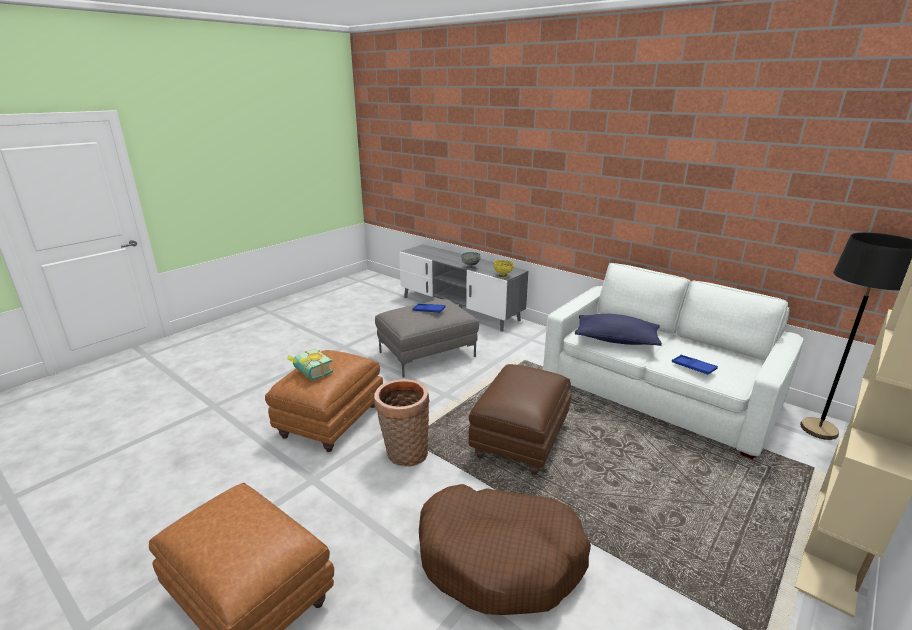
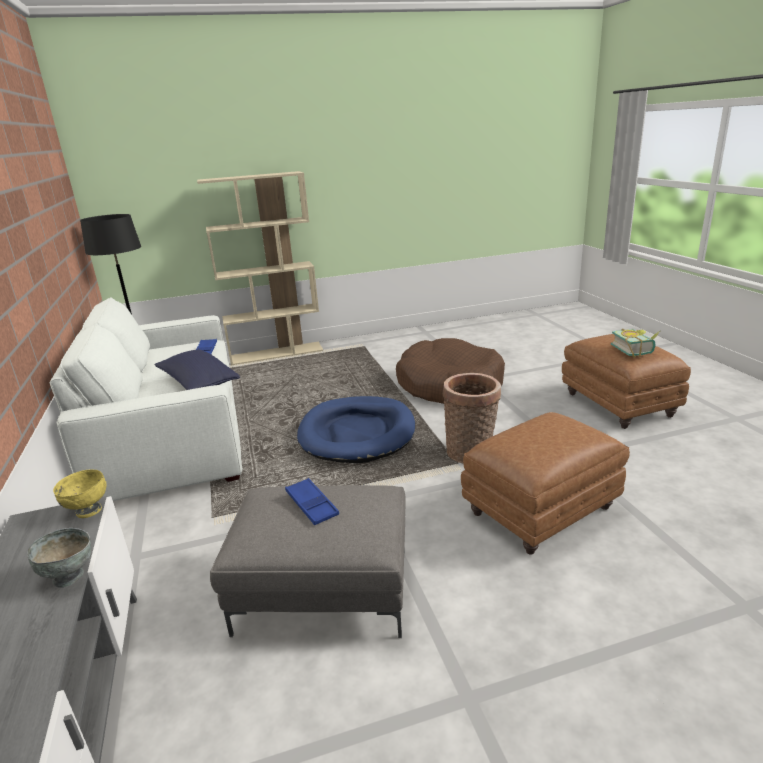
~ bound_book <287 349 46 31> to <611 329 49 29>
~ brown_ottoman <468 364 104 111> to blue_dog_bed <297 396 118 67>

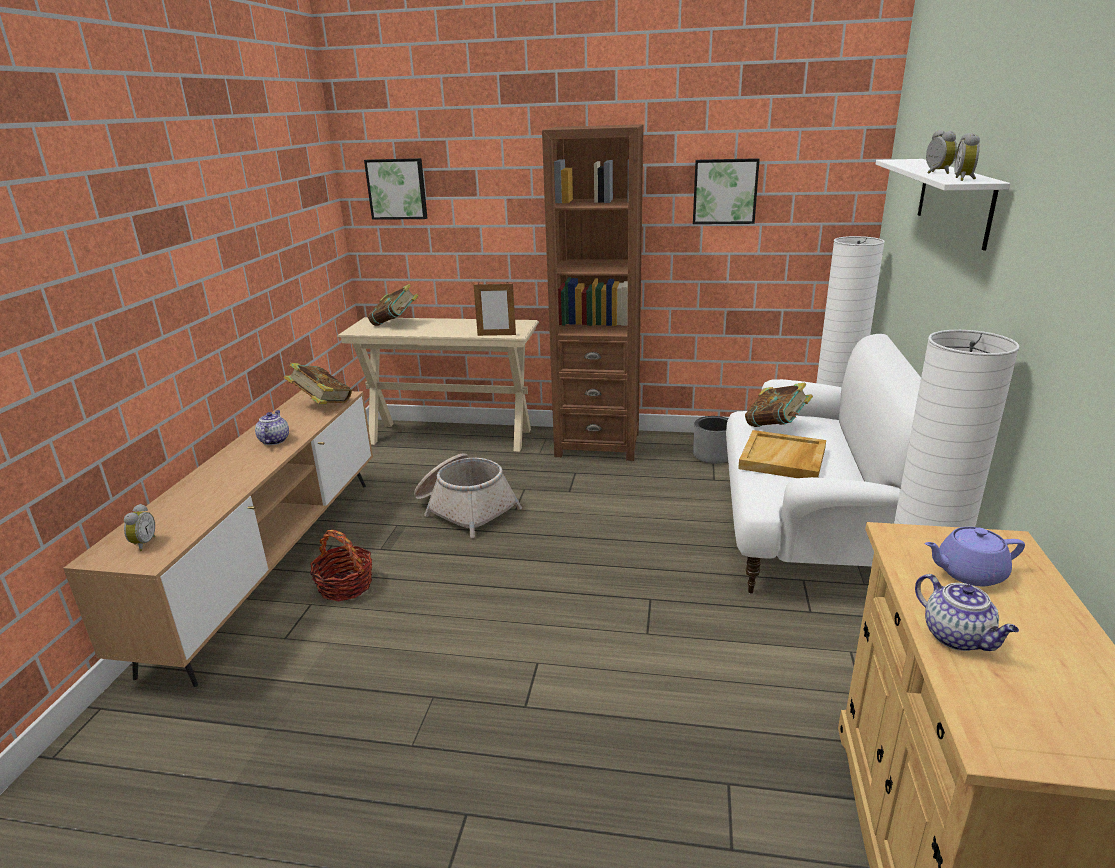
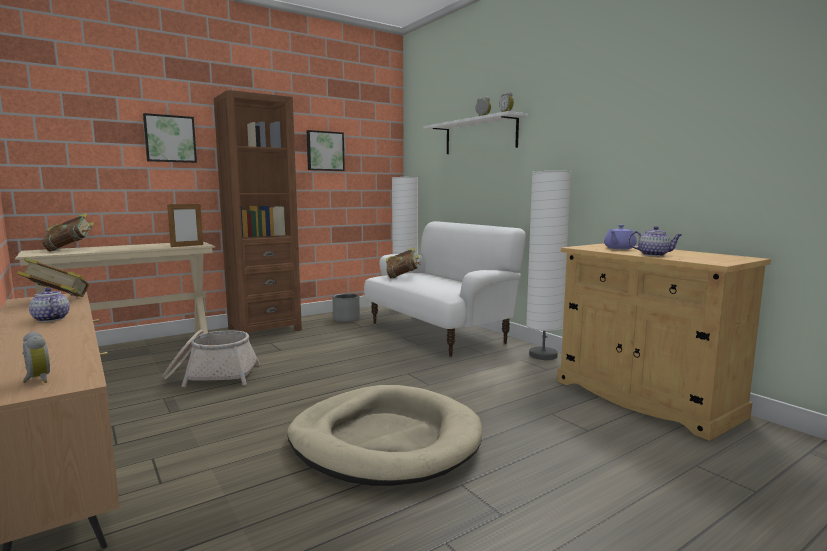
- household_basket <310 530 63 71>
- beige_carrying_tray <738 430 88 48>
+ beige_dog_bed <287 385 195 101>
~ wall_art <364 158 63 62> to <143 113 54 50>

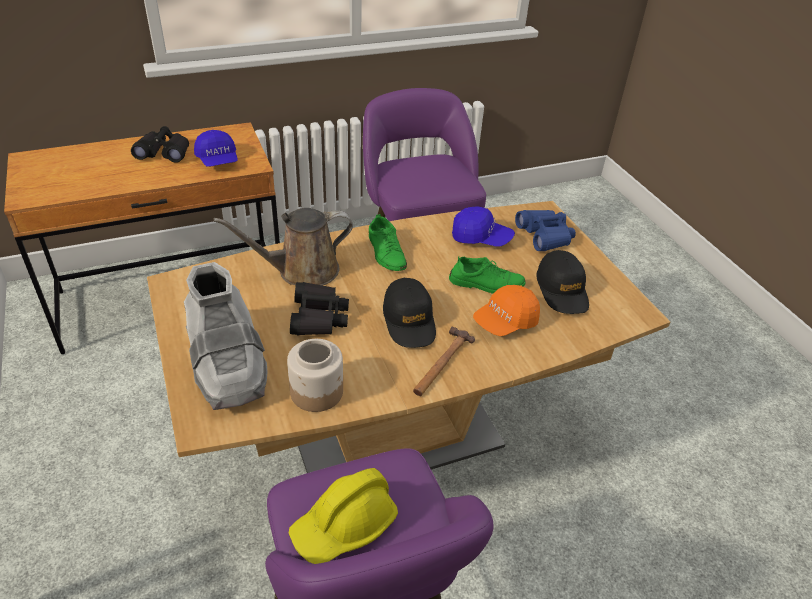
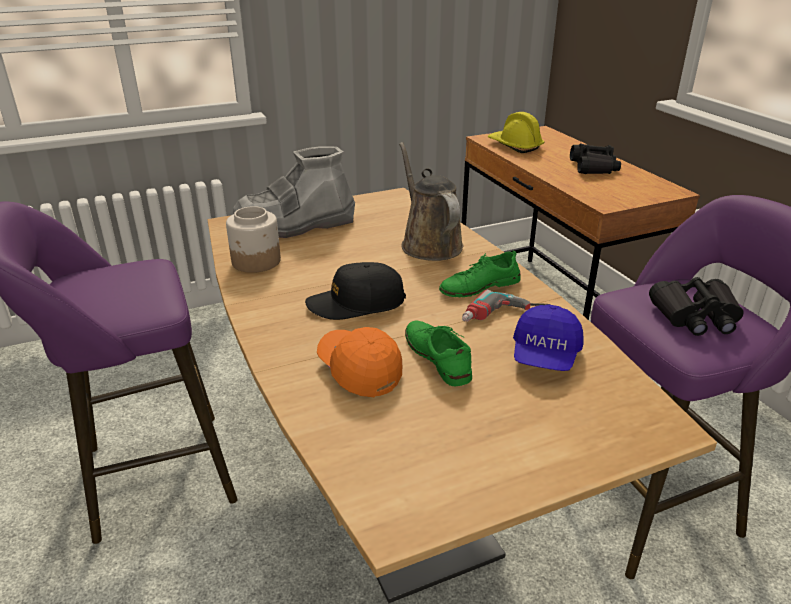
- blue_peaked_cap <194 130 44 36>
- tool_hammer <413 326 62 70>
- blue_pair_of_binoculars <515 210 61 41>
- black-coloured_peaked_cap <536 250 53 64>
+ drill <462 289 89 33>
~ yellowish_hard_hat <289 468 109 96> to <488 112 57 41>
~ black-coloured_pair_of_binoculars <290 282 59 54> to <649 277 95 59>
~ greenish_shoe <449 257 77 36> = <405 321 67 65> 150 degrees clockwise

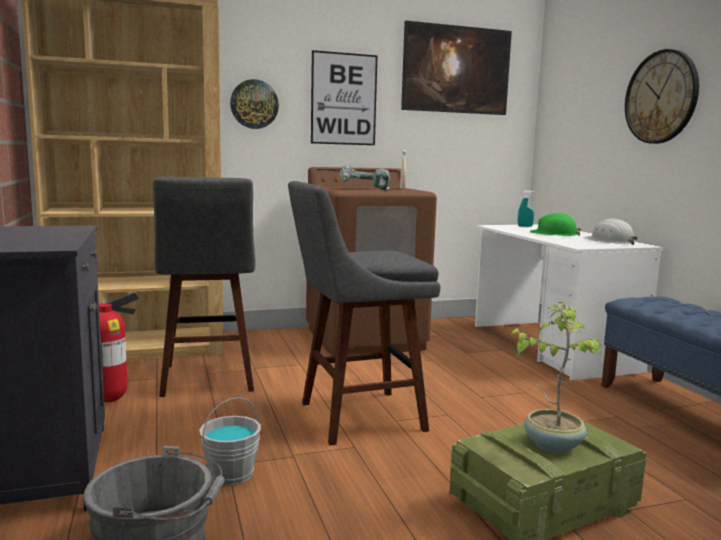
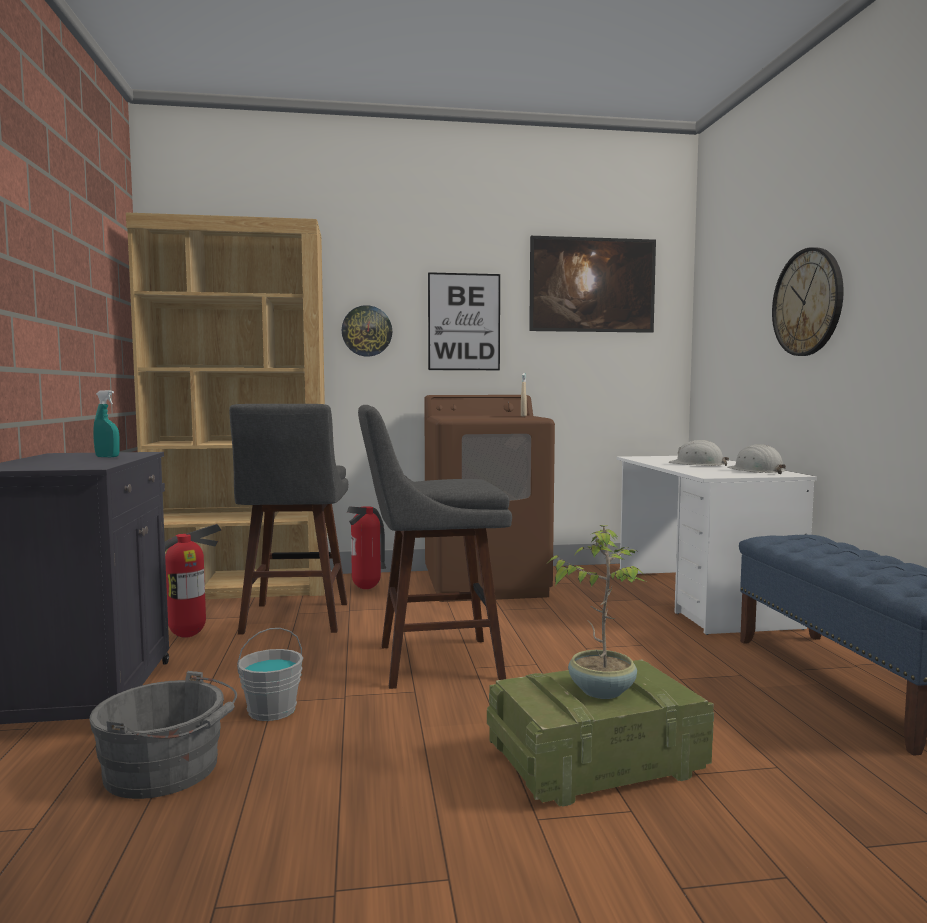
- drill <340 165 50 25>
+ fire_extinguisher <347 506 39 83>
~ turquoise_spray_bottle <518 191 16 36> to <93 390 27 67>
~ greenish_hard_hat <530 213 51 23> to white_hard_hat <668 440 61 26>

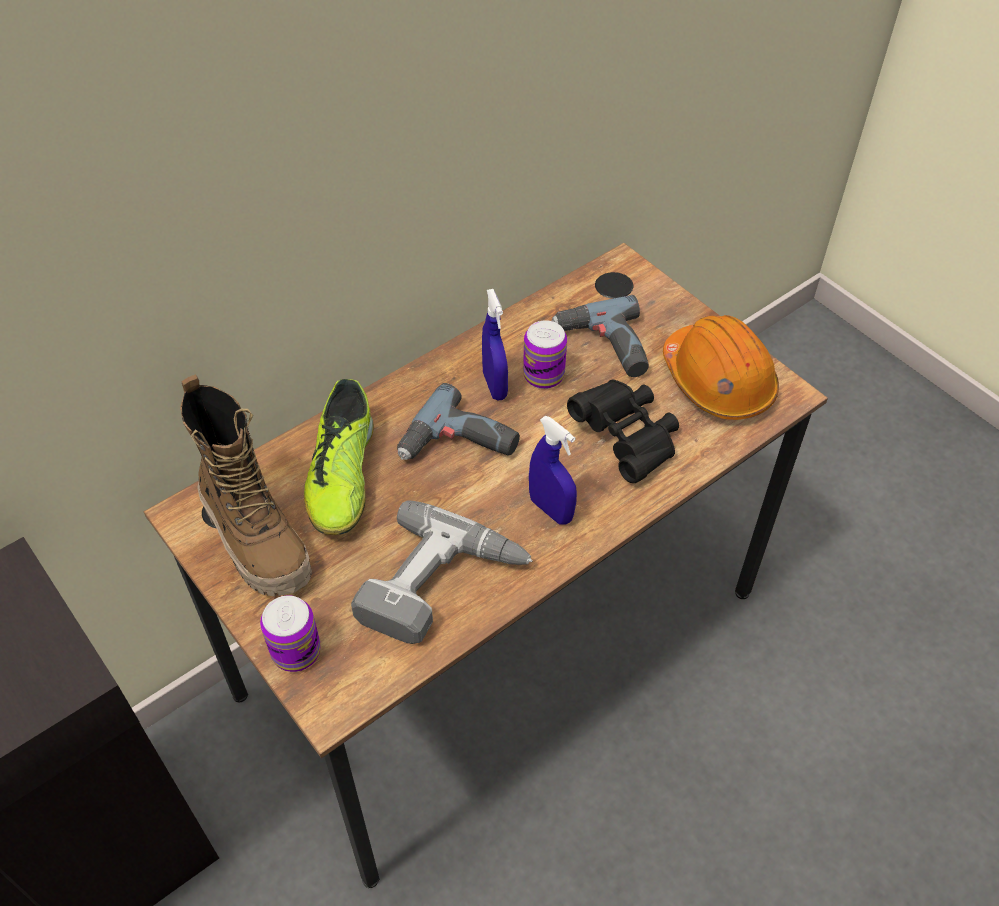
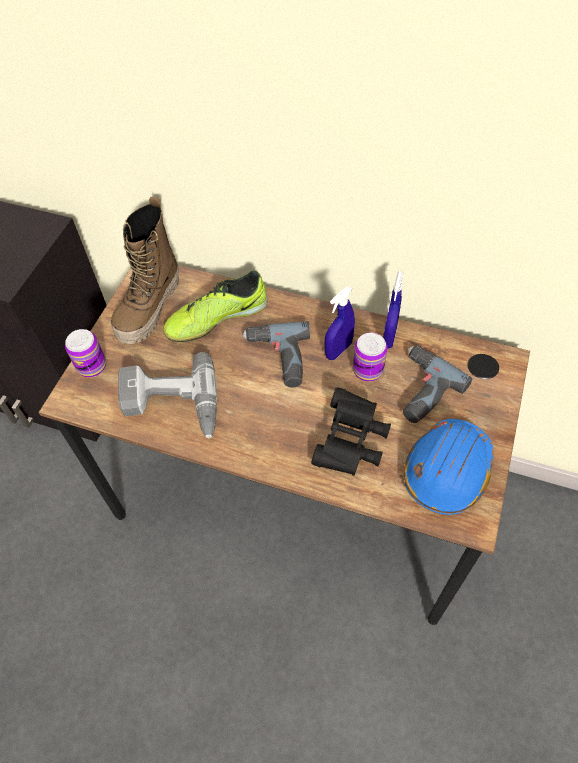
~ blue_spray_bottle <529 416 48 109> to <383 271 20 78>
~ orange_hard_hat <663 315 116 105> to blue_hard_hat <404 419 90 96>

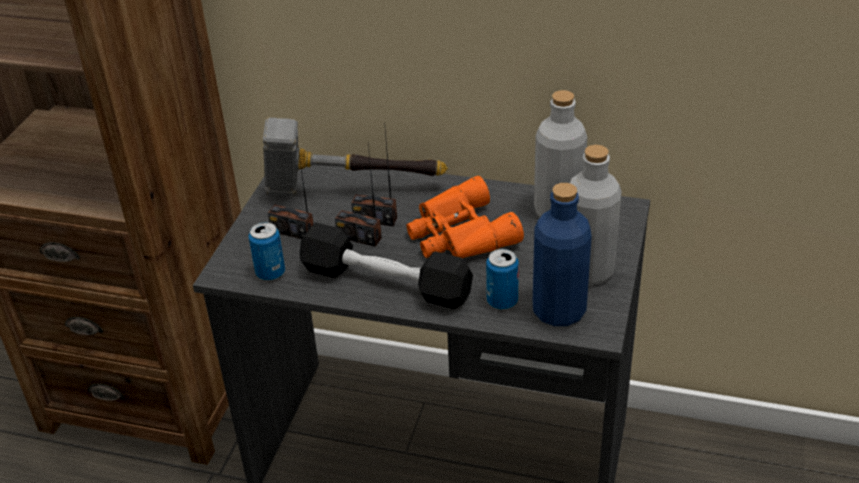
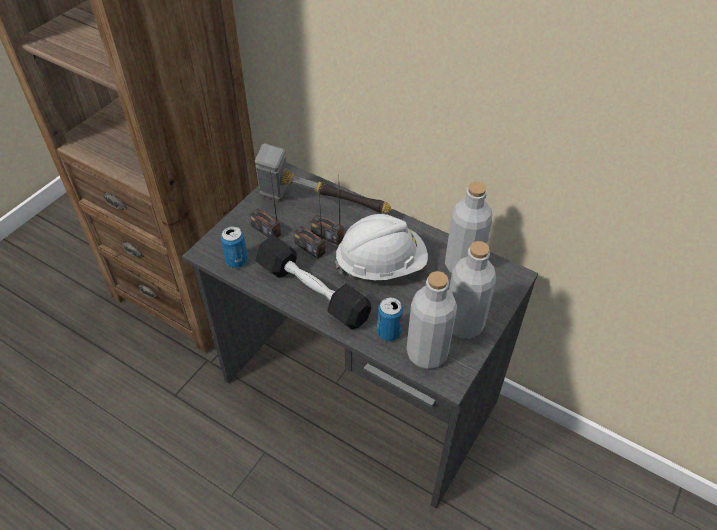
~ orange_pair_of_binoculars <406 176 118 82> to white_hard_hat <335 214 93 66>
~ blue_beverage_bottle <533 183 59 143> to gray_beverage_bottle <407 271 50 98>

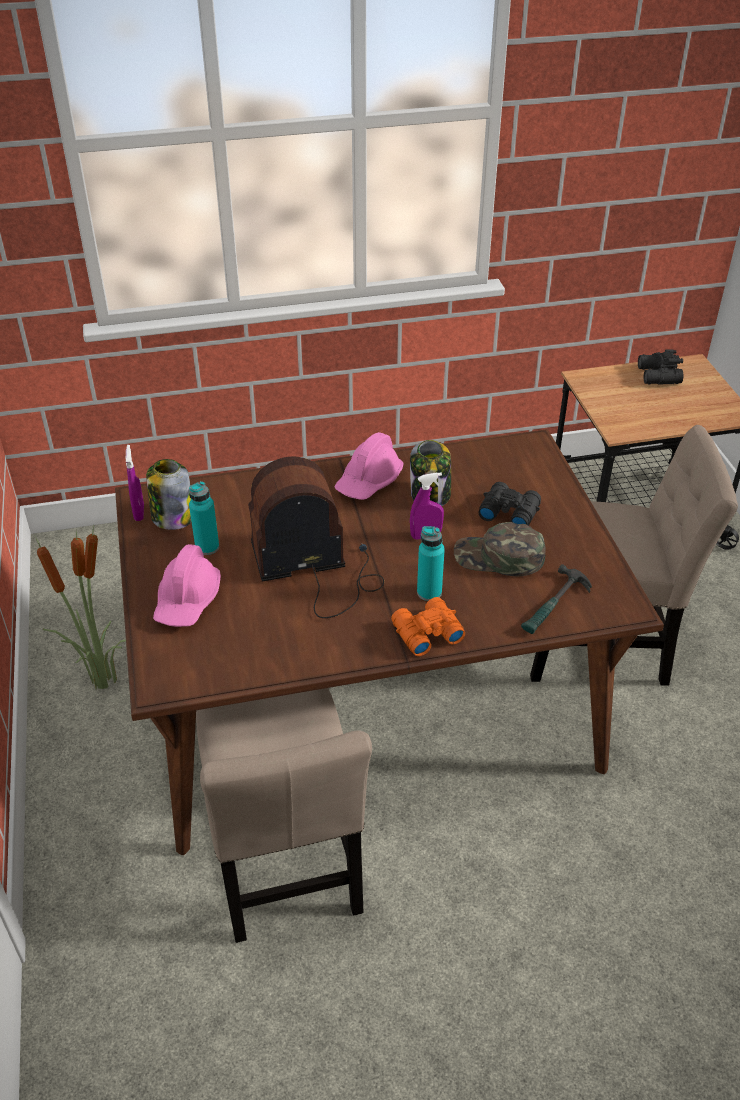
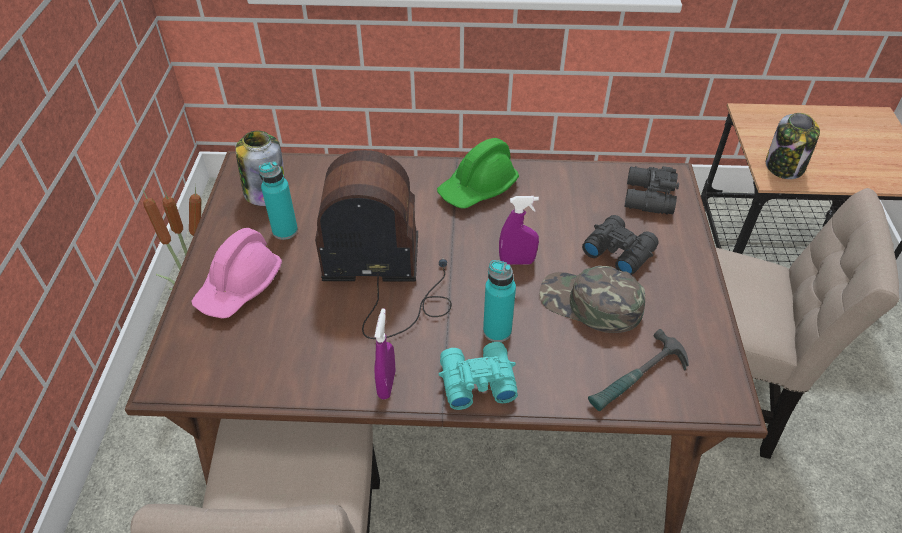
~ purple_spray_bottle <126 445 18 76> to <374 308 21 92>
~ storage_jar <410 440 41 66> to <766 113 54 66>
~ black-coloured_pair_of_binoculars <638 349 45 35> to <625 166 54 49>
~ pinkish_hard_hat <334 432 70 68> to greenish_hard_hat <437 138 82 71>
~ orange_pair_of_binoculars <391 597 74 59> to turquoise_pair_of_binoculars <439 342 79 68>

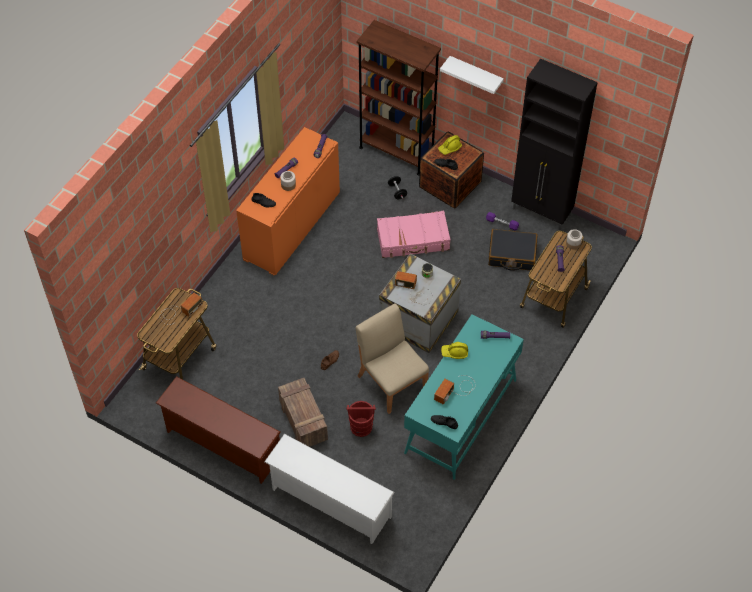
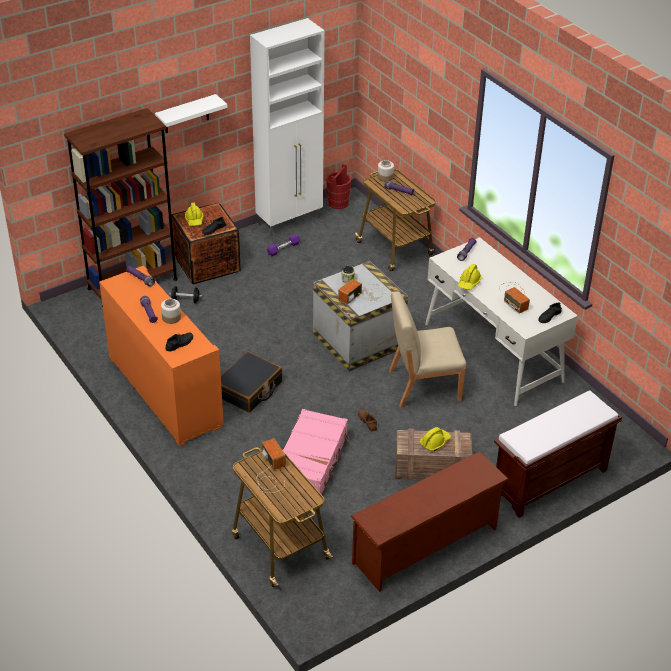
+ yellowish_hard_hat <420 427 31 25>
~ red_water_bucket <346 401 30 36> to <327 164 24 45>
~ pinkish_travel_case <377 211 74 47> to <276 409 73 86>
~ black-coloured_travel_case <488 229 50 42> to <221 352 61 61>
~ white_shoe_rack <264 434 131 110> to brown_bench <494 390 128 128>
~ turquoise_desk_unit <404 314 120 166> to white_desk_unit <425 237 153 169>
~ black-coloured_cupboard <511 59 87 171> to white_cupboard <250 18 75 218>

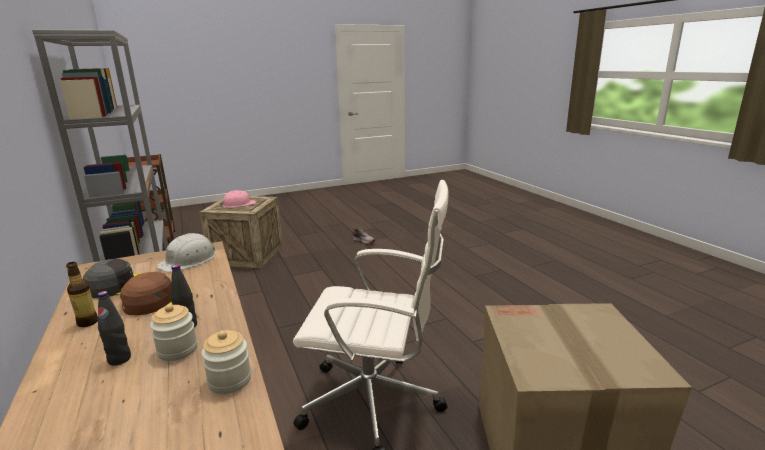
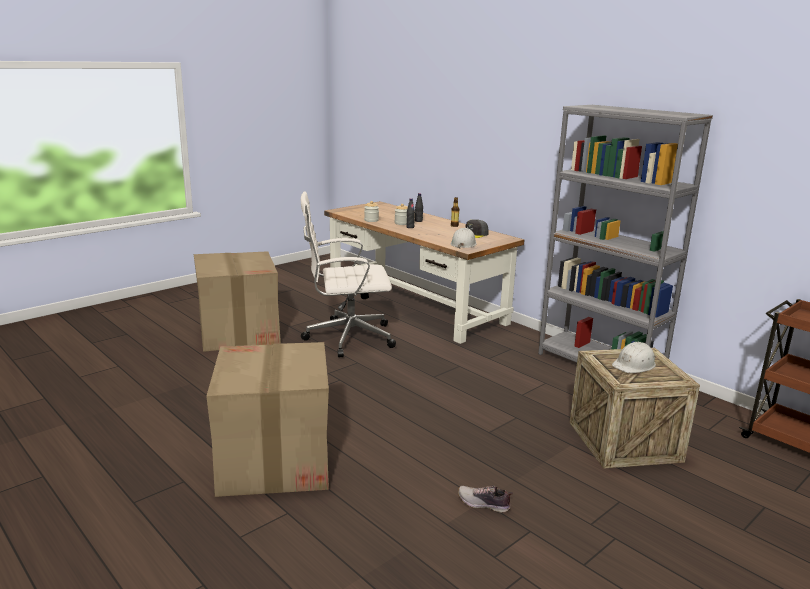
- brown_peaked_cap <120 272 72 43>
+ carton <206 342 123 155>
~ pinkish_hard_hat <220 190 36 18> to white_hard_hat <612 342 44 31>

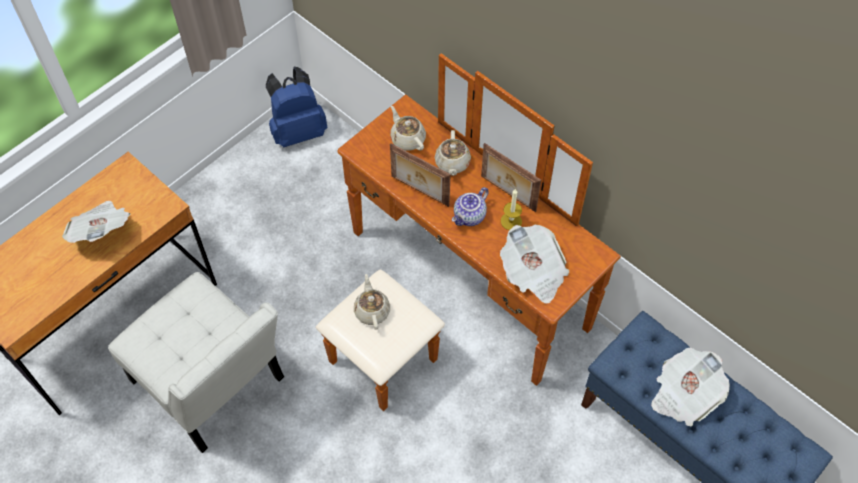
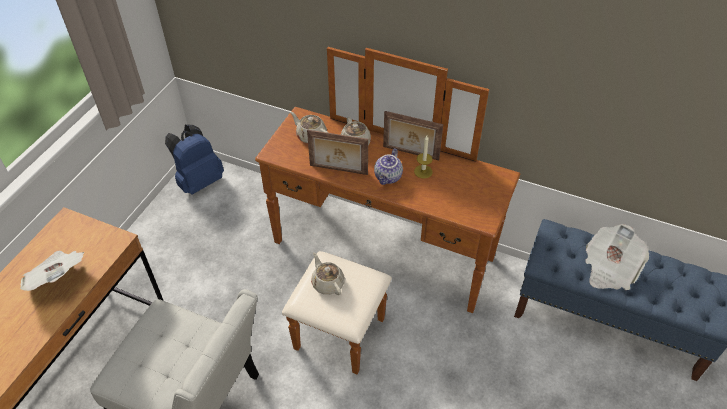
- daily_paper <500 225 69 79>

